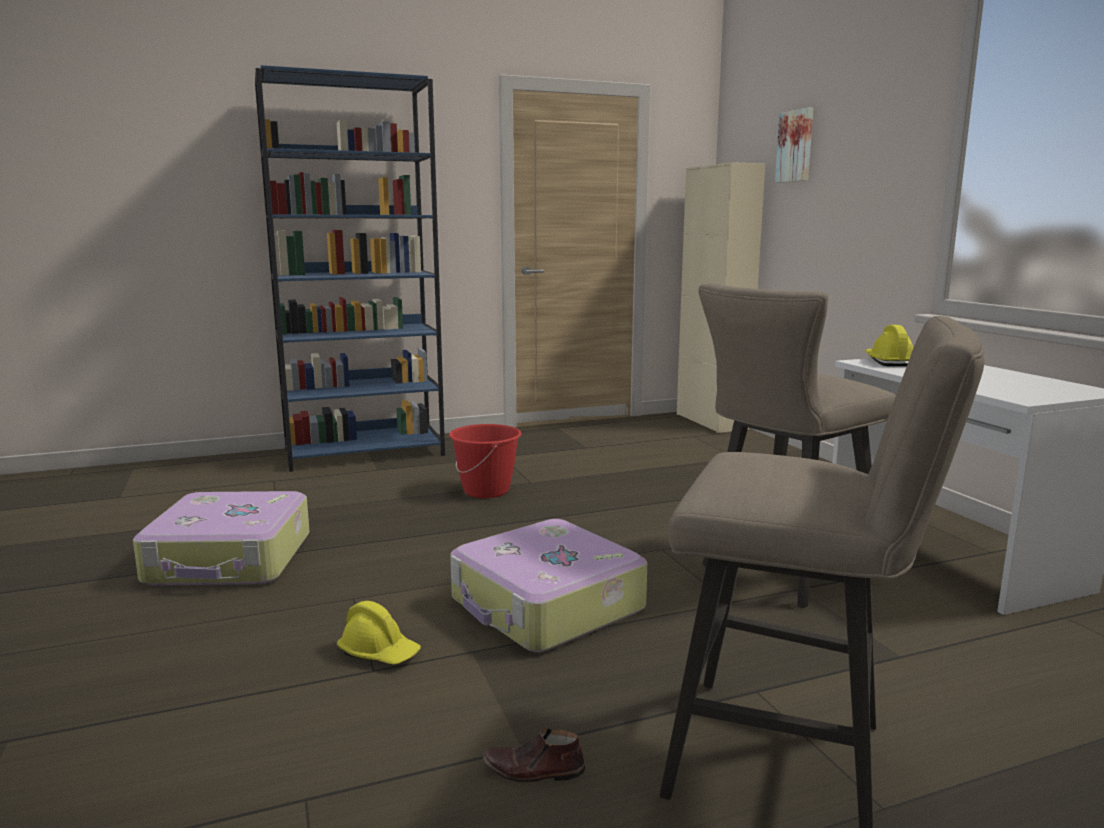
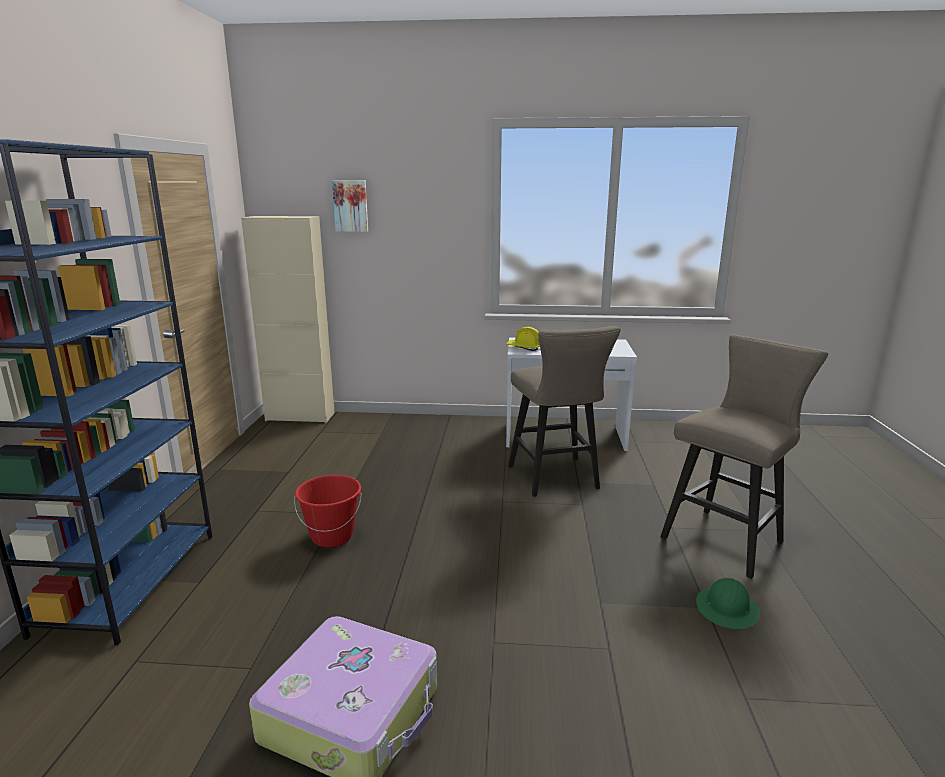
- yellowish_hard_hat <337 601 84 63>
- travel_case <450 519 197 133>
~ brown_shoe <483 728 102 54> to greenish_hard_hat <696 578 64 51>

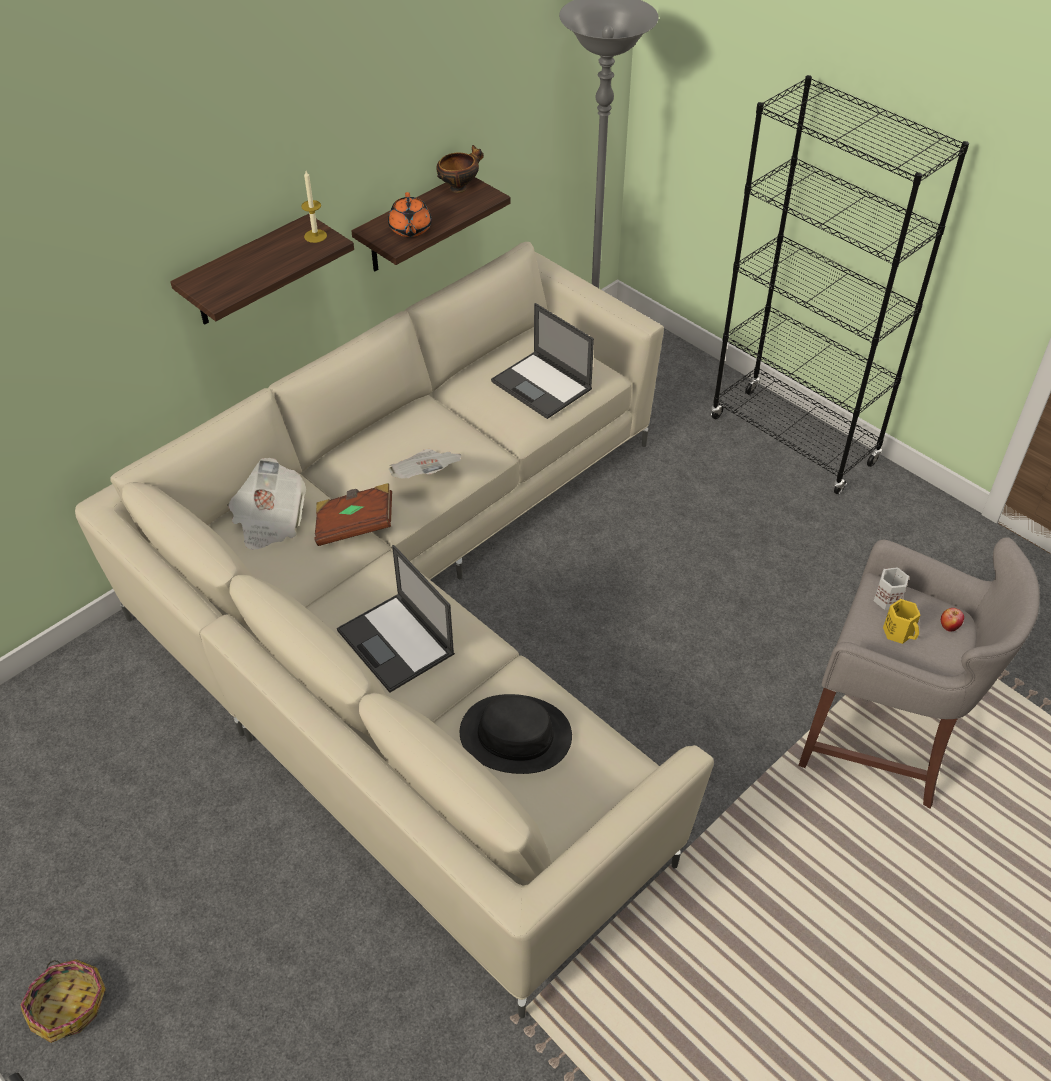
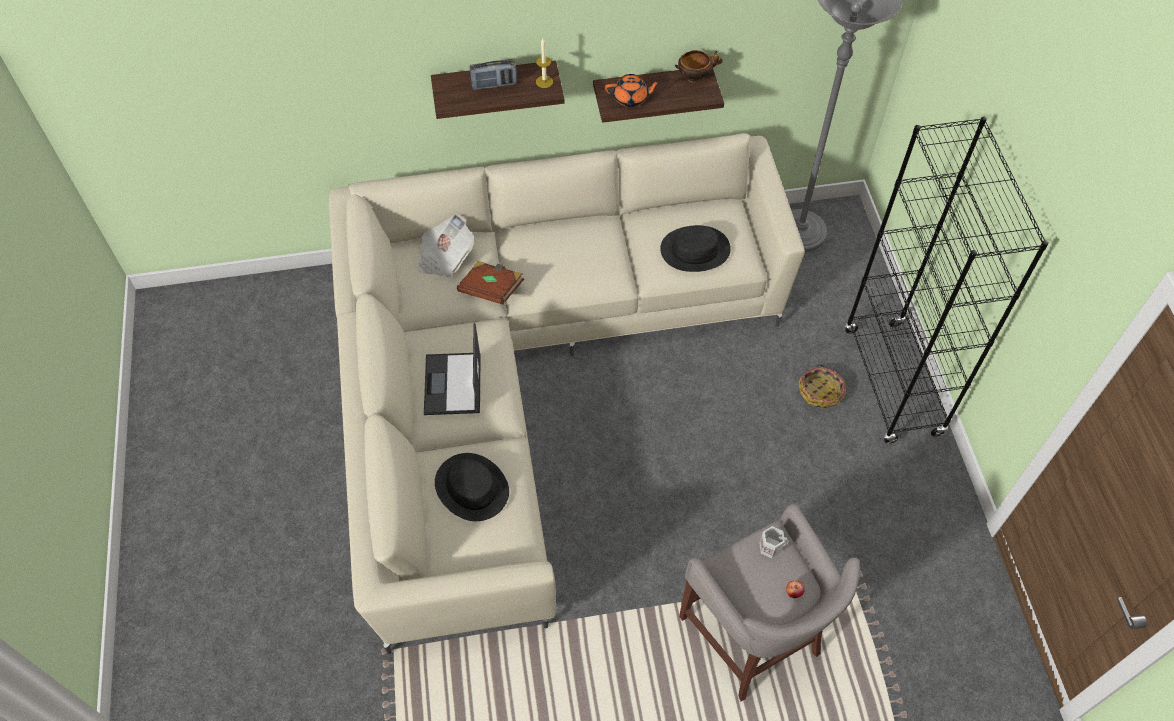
- daily_paper <389 449 72 30>
- yellowish_mug <883 599 37 45>
+ radio <470 59 47 31>
~ household_basket <21 959 85 84> to <798 365 48 44>
~ notebook_computer <491 303 103 116> to black-coloured_wearable_hat <660 225 71 47>
~ orange_pot_for_tea <388 192 44 45> = <605 74 56 33> 120 degrees counterclockwise

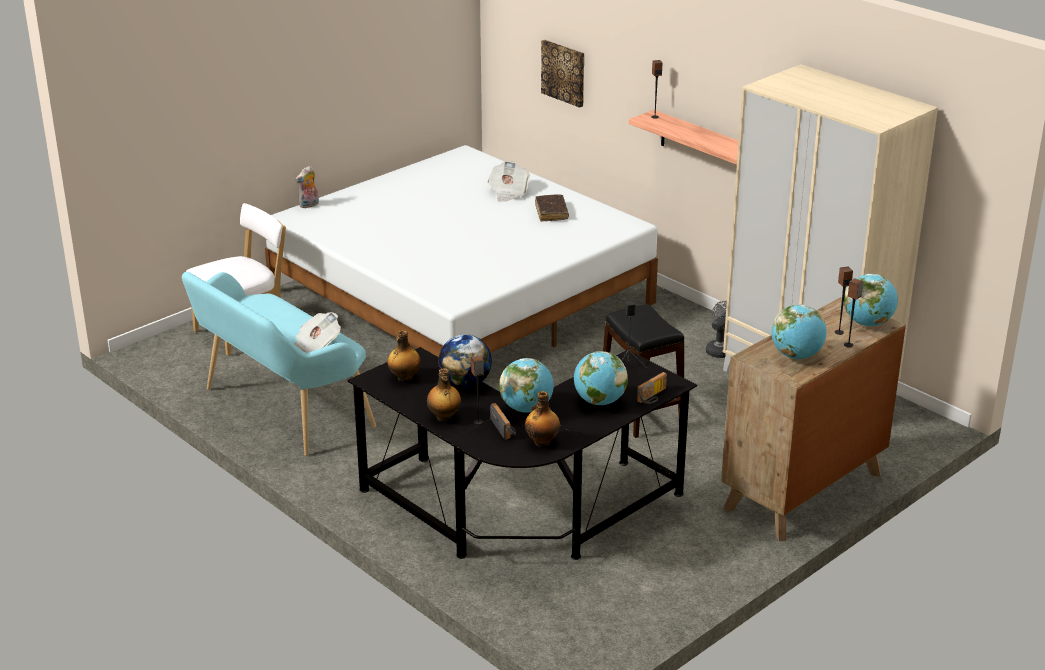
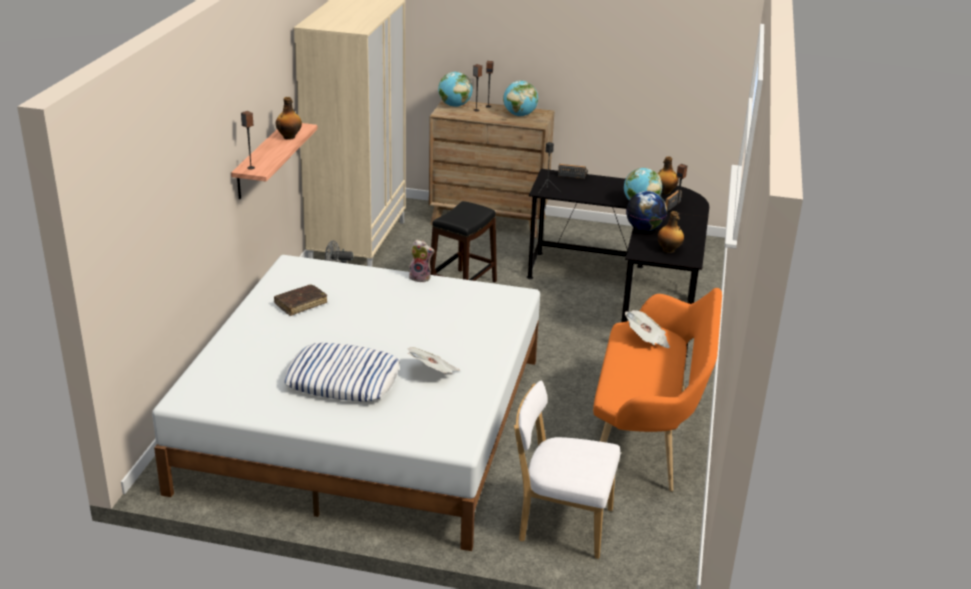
- wall_art <541 40 43 68>
- desk_globe <574 351 54 54>
+ cushion <284 343 116 59>
~ cuddly_toy <295 166 24 43> to <409 240 25 42>
~ beverage_bottle <427 368 34 53> to <276 97 26 43>
~ daily_paper <488 161 42 41> to <407 347 53 27>
~ turquoise_bench <182 272 194 184> to orange_bench <593 288 129 204>

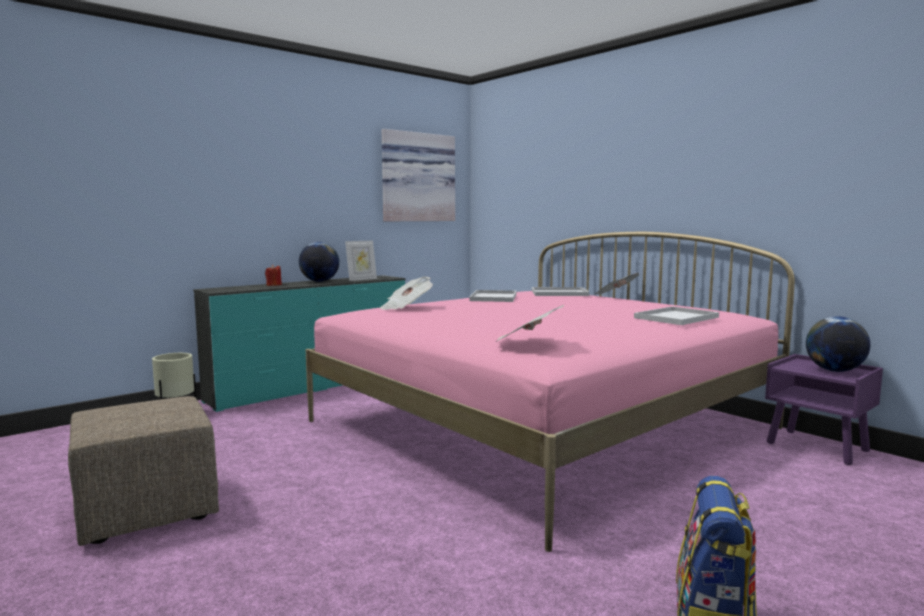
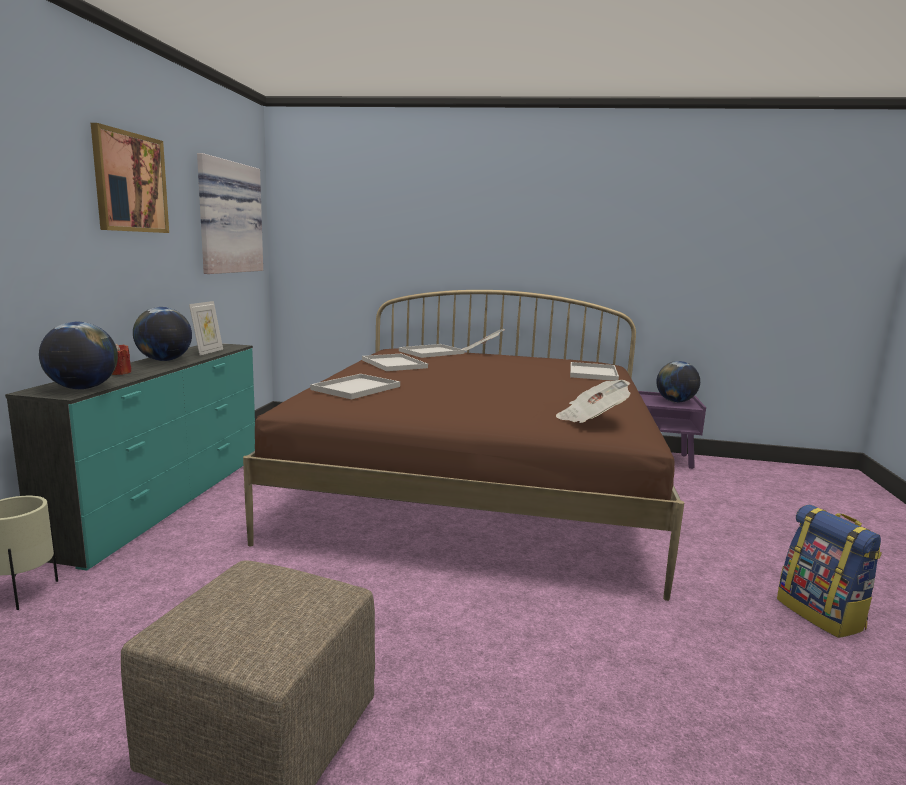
+ desk_globe <39 322 79 67>
+ wall_art <91 123 78 110>
~ daily_paper <380 277 53 33> to white_carrying_tray <310 374 90 25>
~ pinkish_bedroom_bed <306 232 489 320> to brown_bedroom_bed <243 290 441 311>

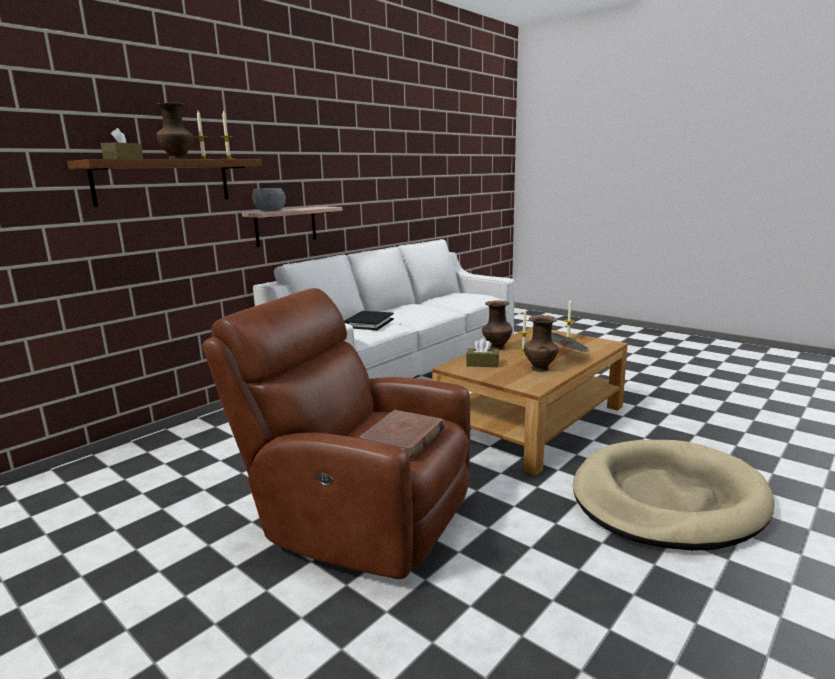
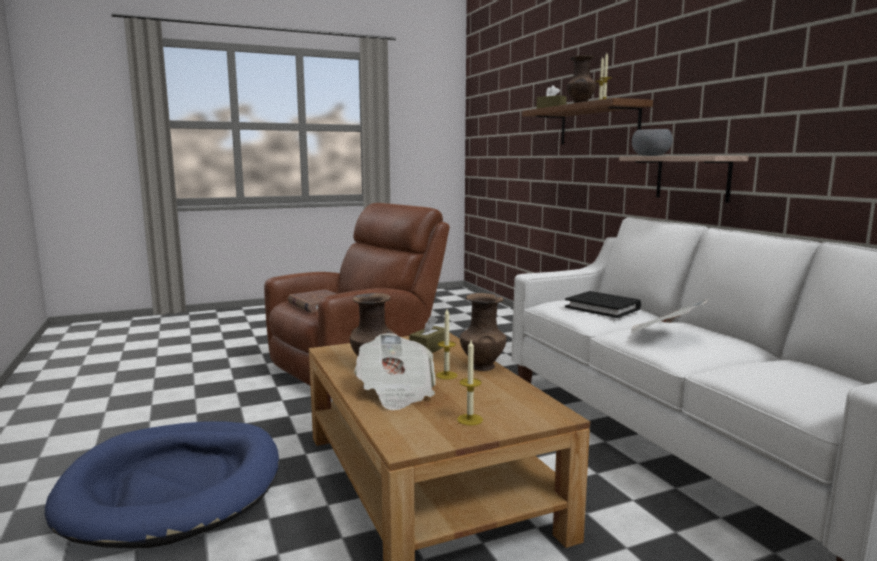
+ daily_paper <631 299 77 34>
~ beige_dog_bed <573 440 202 111> to blue_dog_bed <45 421 234 127>

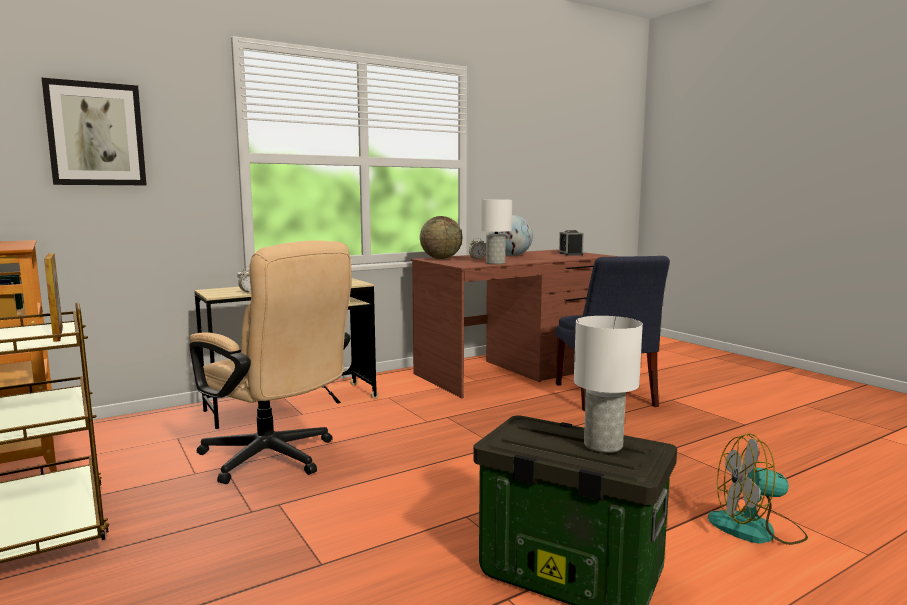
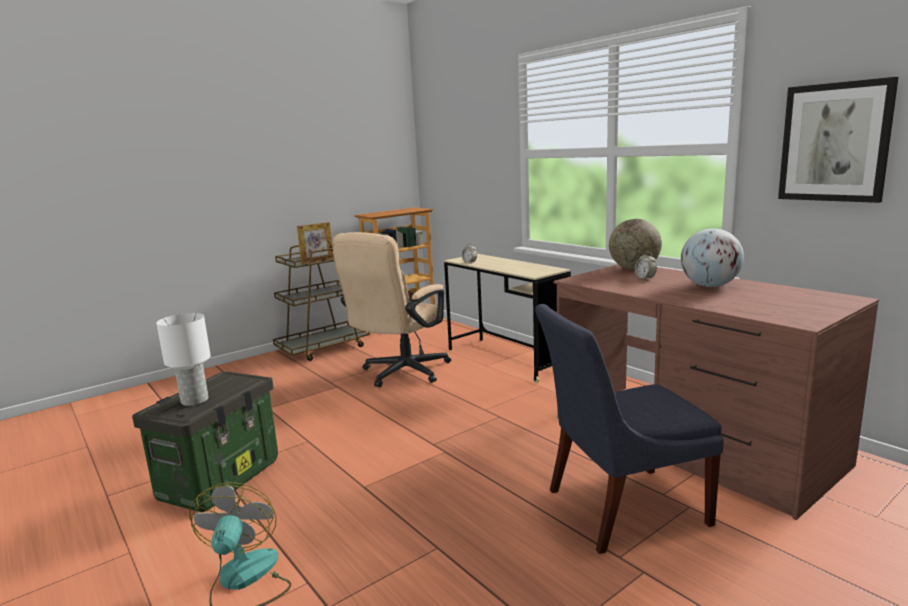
- white_table_lamp <480 200 32 64>
- bedside_clock <559 230 24 26>
~ wall_art <42 78 105 107> to <778 77 120 126>

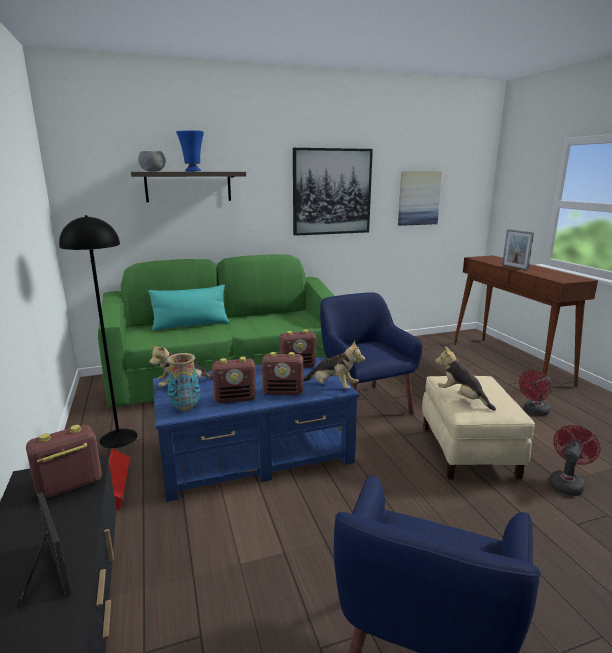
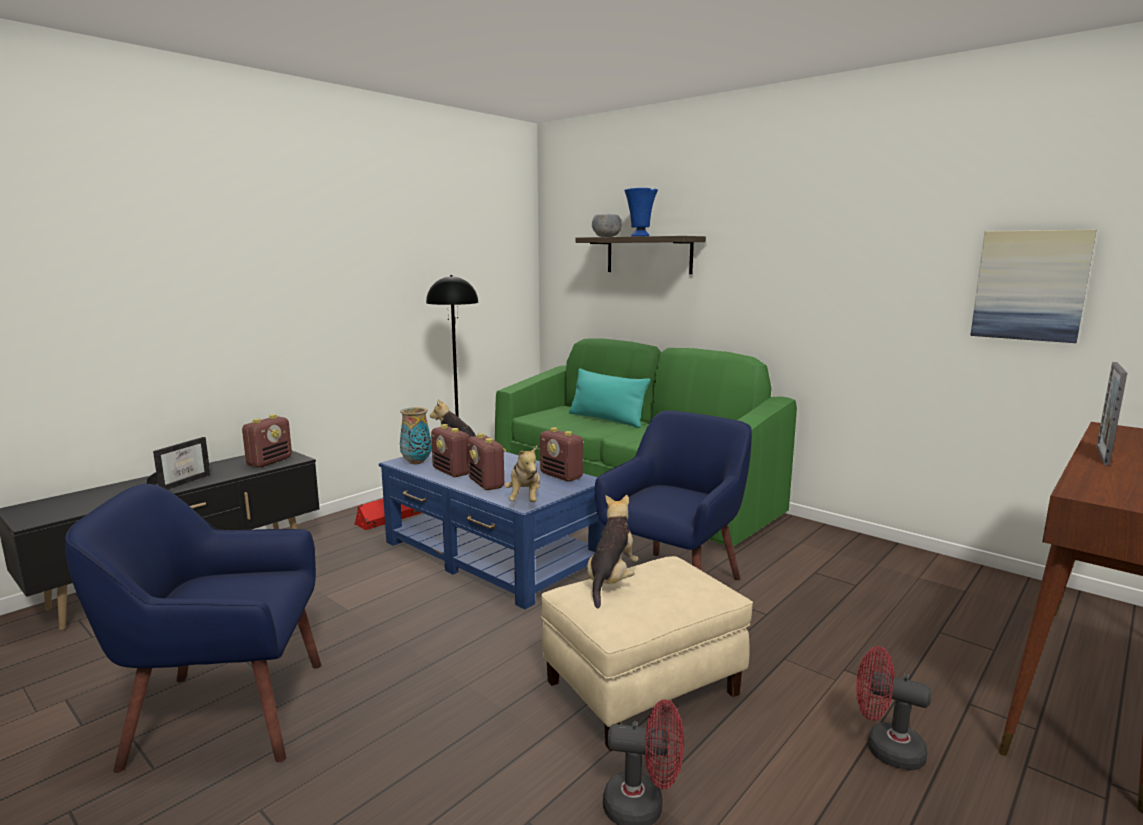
- wall_art <293 148 80 88>
~ radio <26 424 76 75> = <242 414 50 53> 90 degrees clockwise

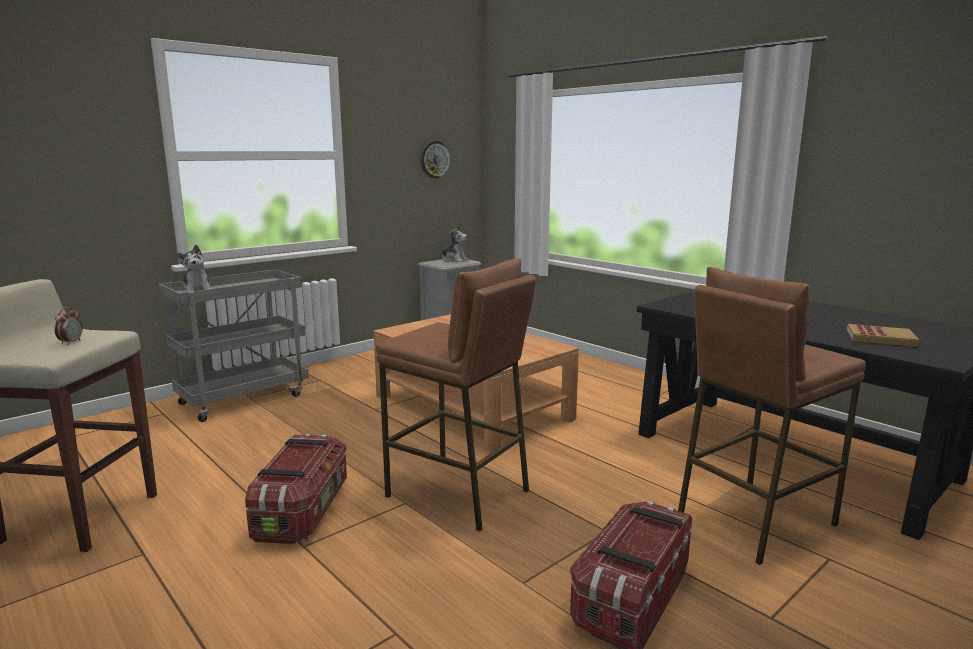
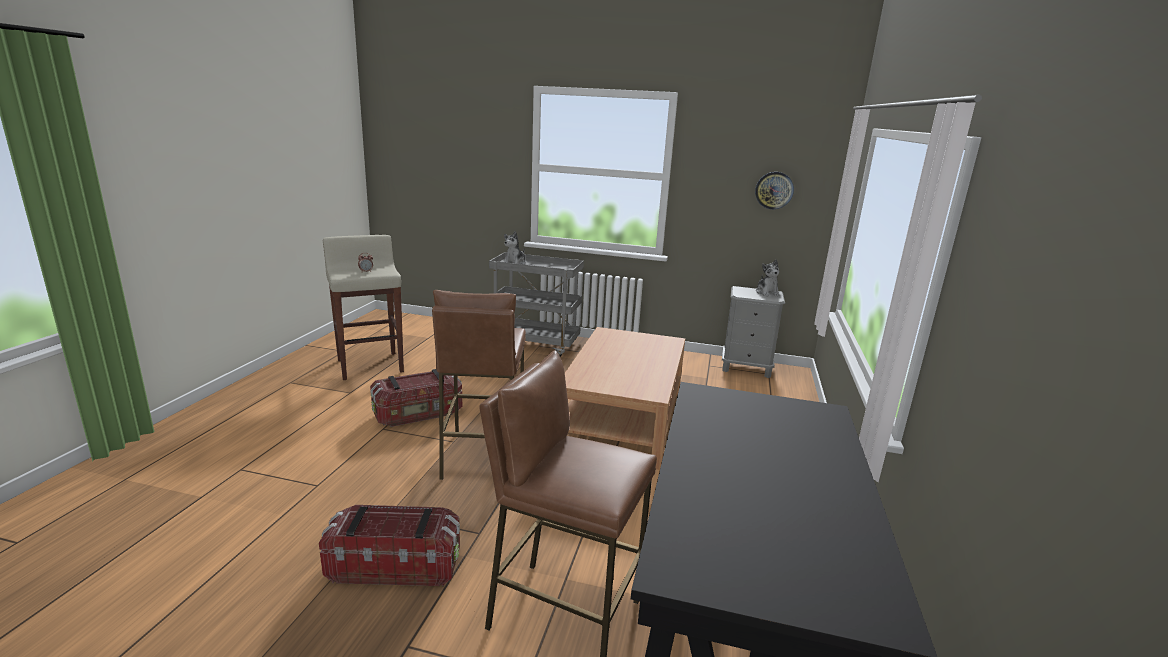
- bound_book <847 324 72 23>

